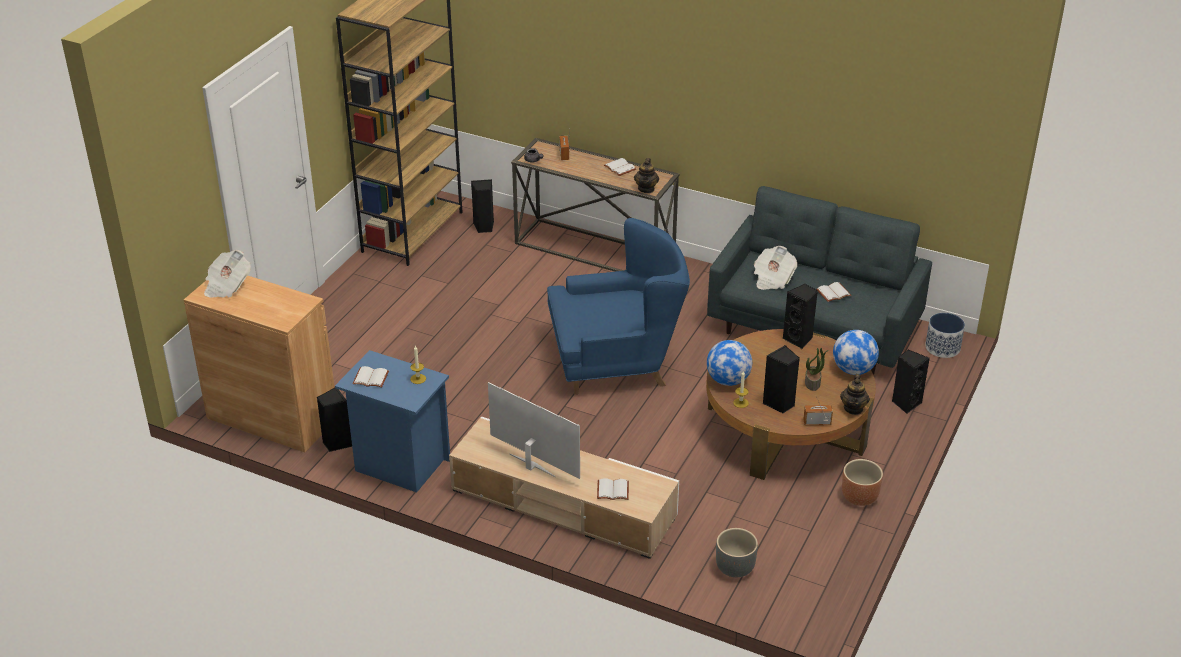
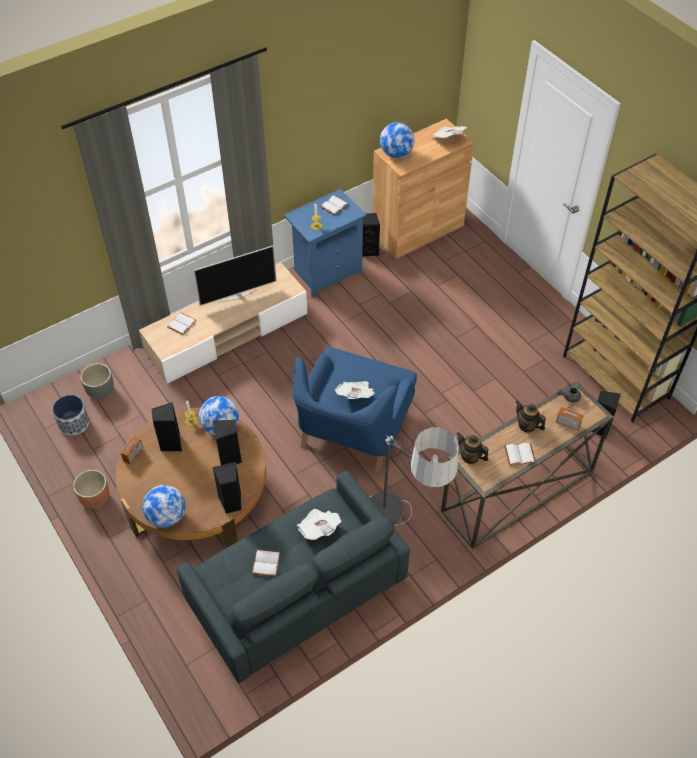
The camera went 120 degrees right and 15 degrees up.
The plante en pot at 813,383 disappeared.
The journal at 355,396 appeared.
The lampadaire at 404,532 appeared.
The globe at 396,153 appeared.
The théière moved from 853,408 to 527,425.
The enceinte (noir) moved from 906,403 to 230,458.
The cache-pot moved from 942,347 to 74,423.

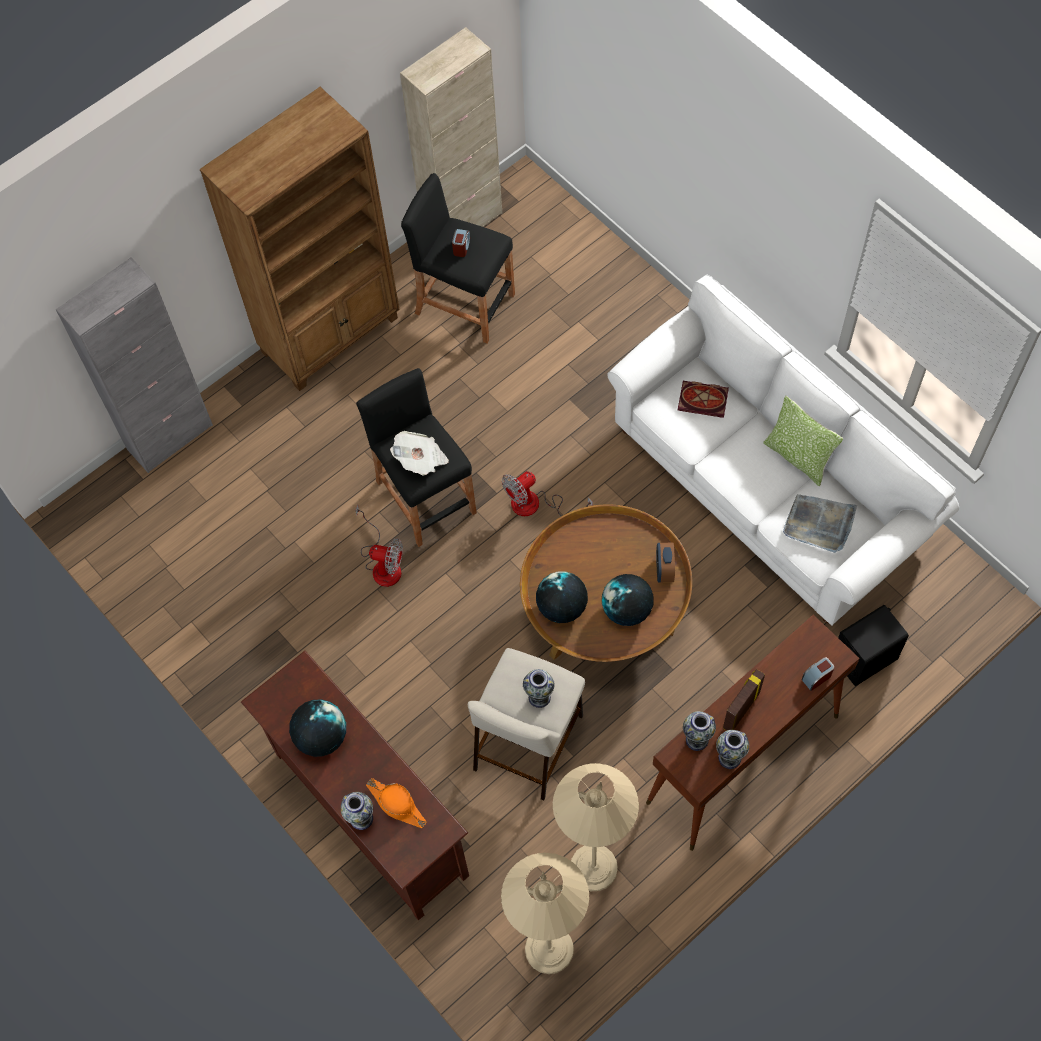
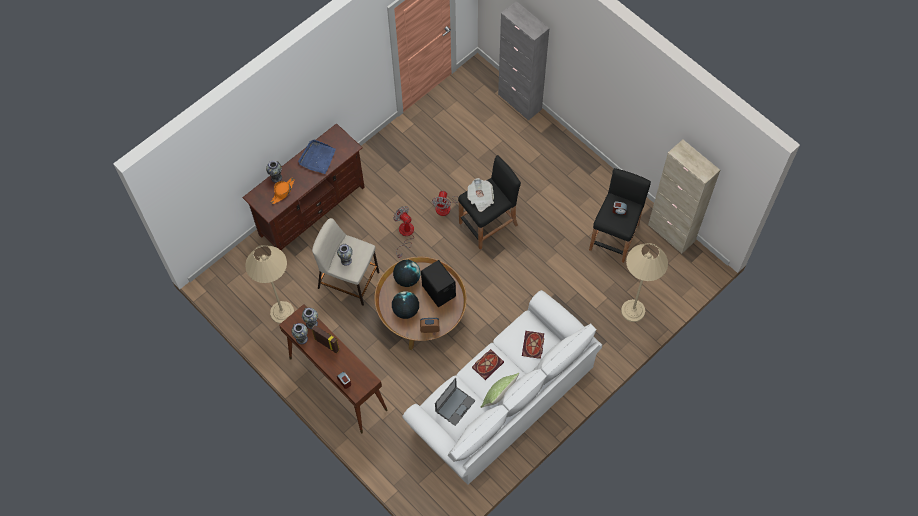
The camera went 85 degrees right and 0 degrees up.
The bibliothèque (marron) at 331,335 disappeared.
The livre at 488,364 appeared.
The lampadaire (beige) moved from 549,949 to 633,310.
The ventilateur moved from 536,505 to 405,234.
The enceinte (noir) moved from 864,657 to 439,291.
The globe at 321,737 was replaced by the plateau (bleu) at 317,158.
The plateau (gris) at 819,524 was replaced by the ordinateur portable at 455,405.

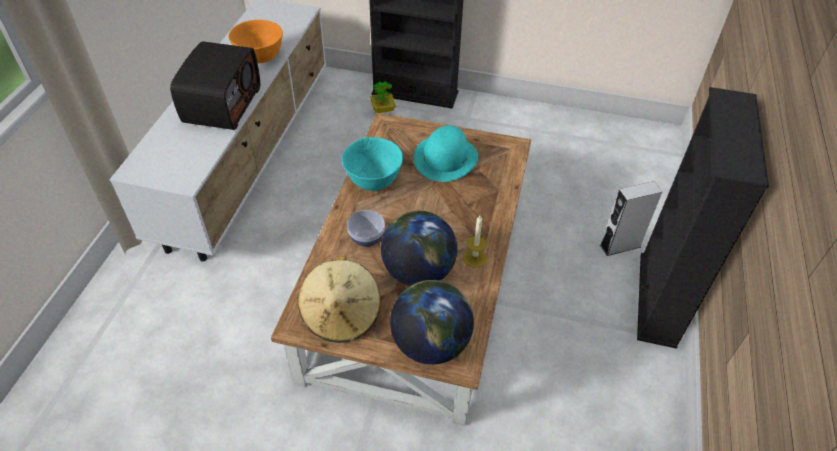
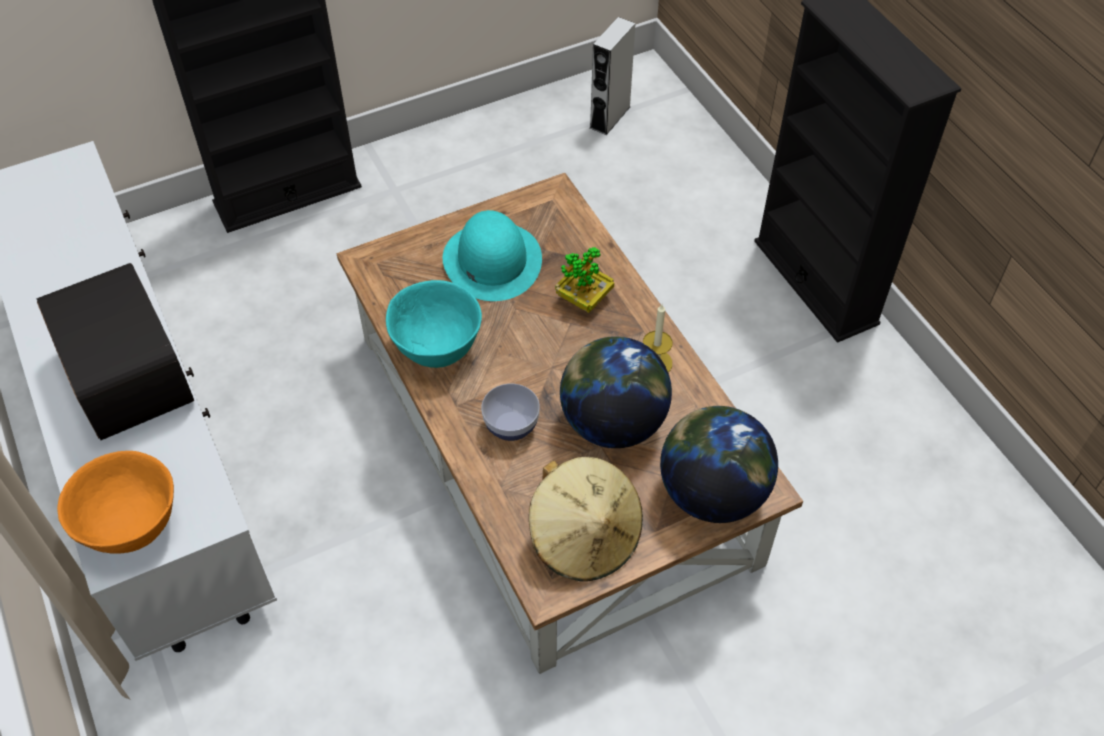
The camera went 40 degrees left and 5 degrees up.
The bol (orange) moved from 260,57 to 131,527.
The plante en pot moved from 383,109 to 584,298.
The enceinte (gris) moved from 620,246 to 610,117.

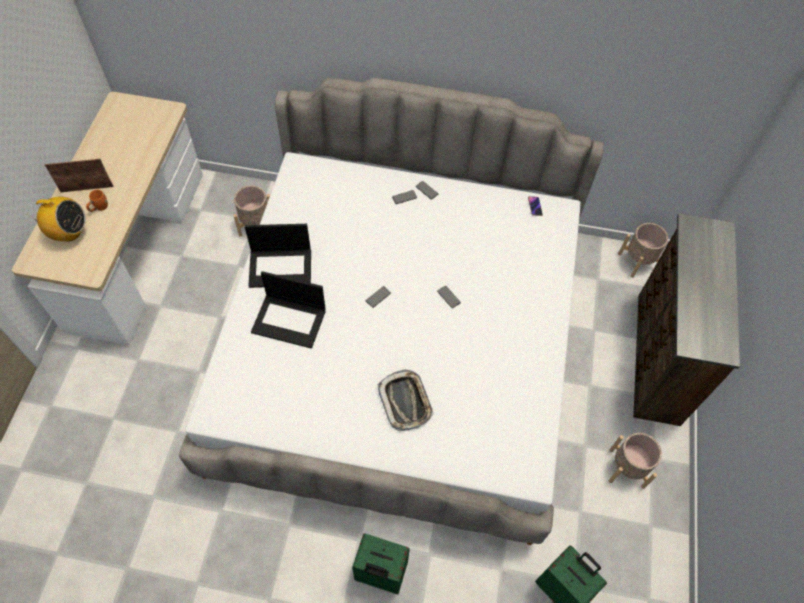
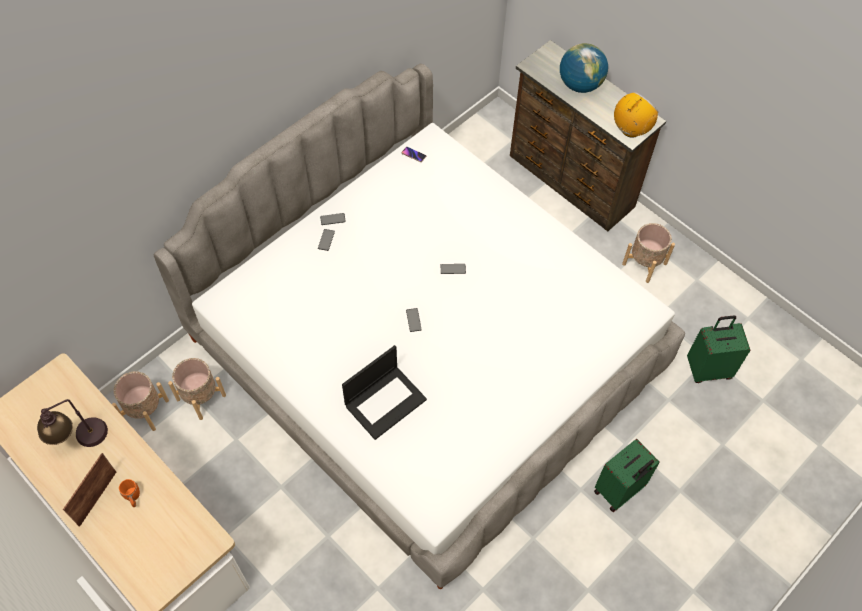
The camera went 55 degrees left and 0 degrees up.
The ordinateur portable at 281,267 disappeared.
The plateau at 405,402 disappeared.
The lampe de table at 81,440 appeared.
The globe at 580,85 appeared.
The radio moved from 69,233 to 631,130.
The cache-pot (beige) moved from 638,261 to 145,410.

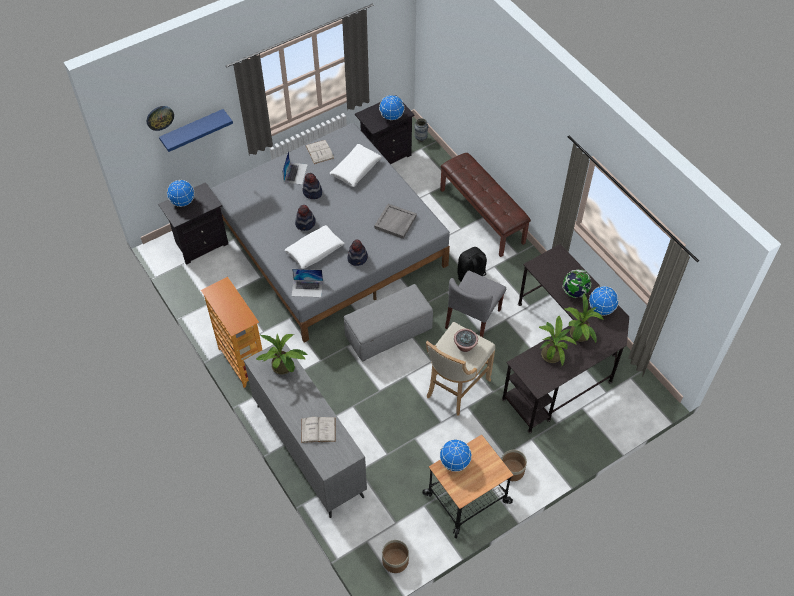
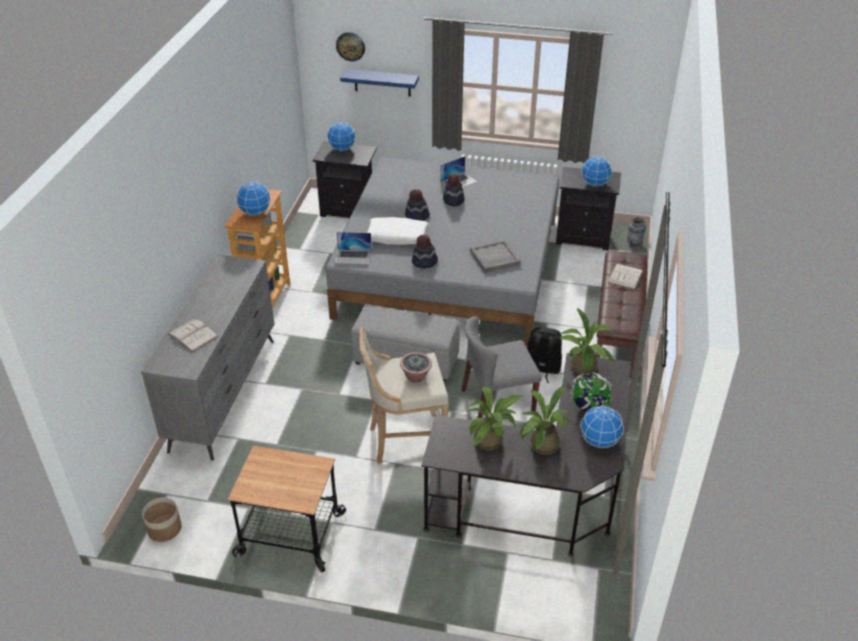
The camera went 45 degrees right and 15 degrees down.
The coussin (blanc) at 355,169 disappeared.
The cache-pot at 512,470 disappeared.
The plante en pot moved from 284,368 to 584,369.
The livre (blanc) moved from 319,152 to 625,276.
The globe moved from 454,462 to 255,213.
The ordinateur portable at 307,288 turned 45 degrees counterclockwise.

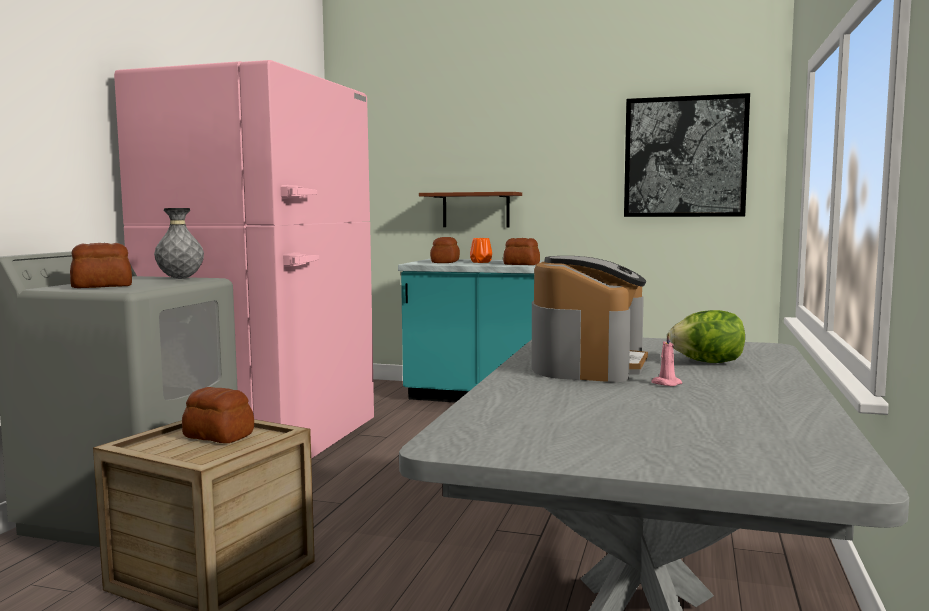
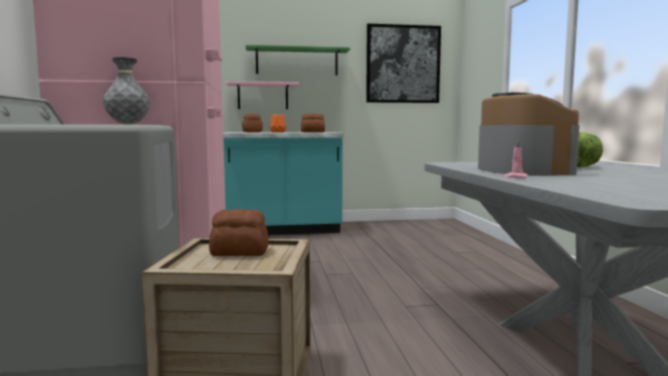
The camera went 25 degrees left and 0 degrees up.
The pain at 103,286 disappeared.
The étagère (vert) at 297,62 appeared.
The bougie (rose) moved from 665,383 to 515,177.
The étagère (marron) at 476,210 became the étagère (rose) at 263,96.

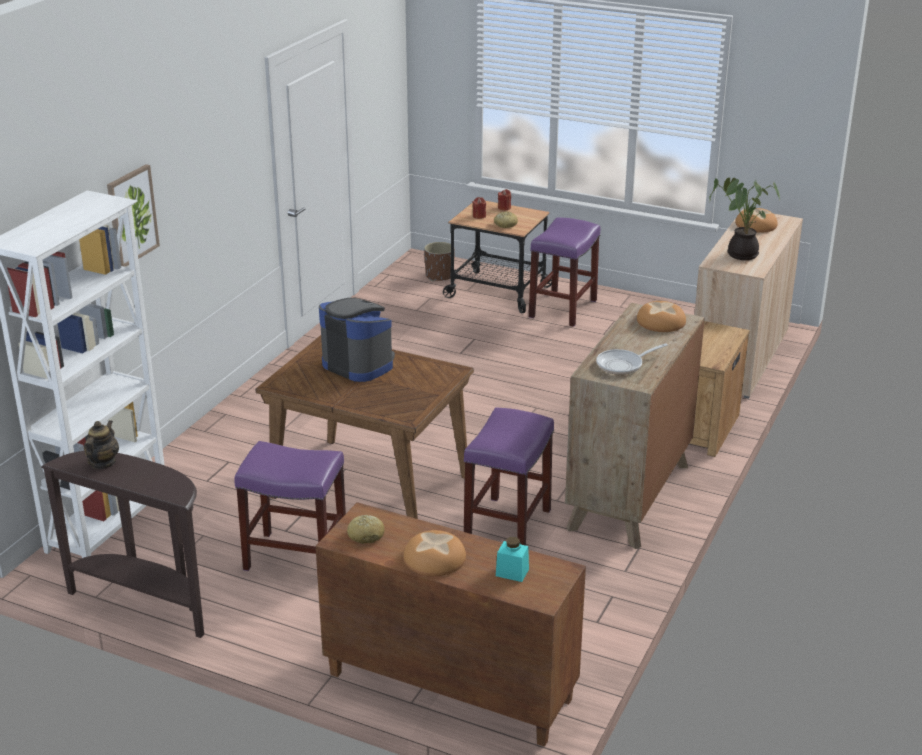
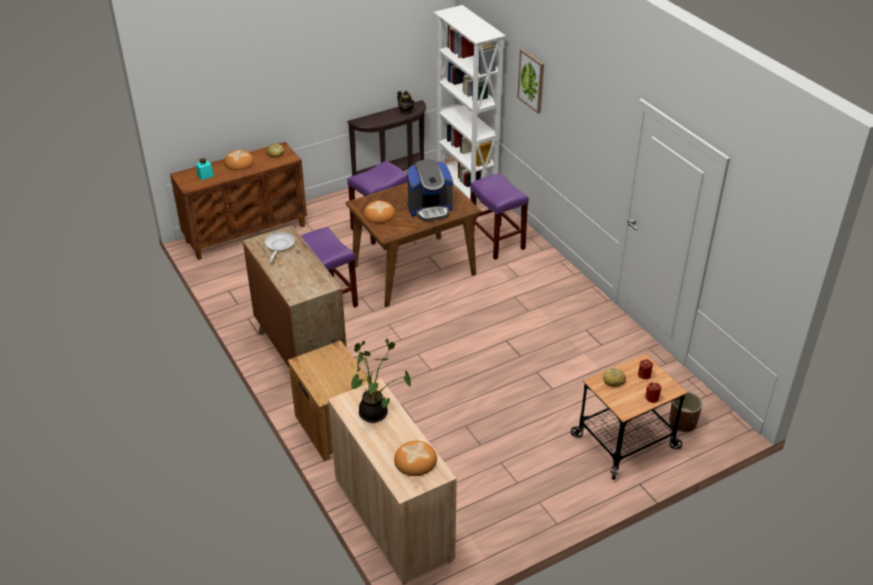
The camera went 125 degrees right and 10 degrees up.
The tabouret (violet) moved from 562,308 to 497,242.
The pain moved from 661,322 to 379,214.

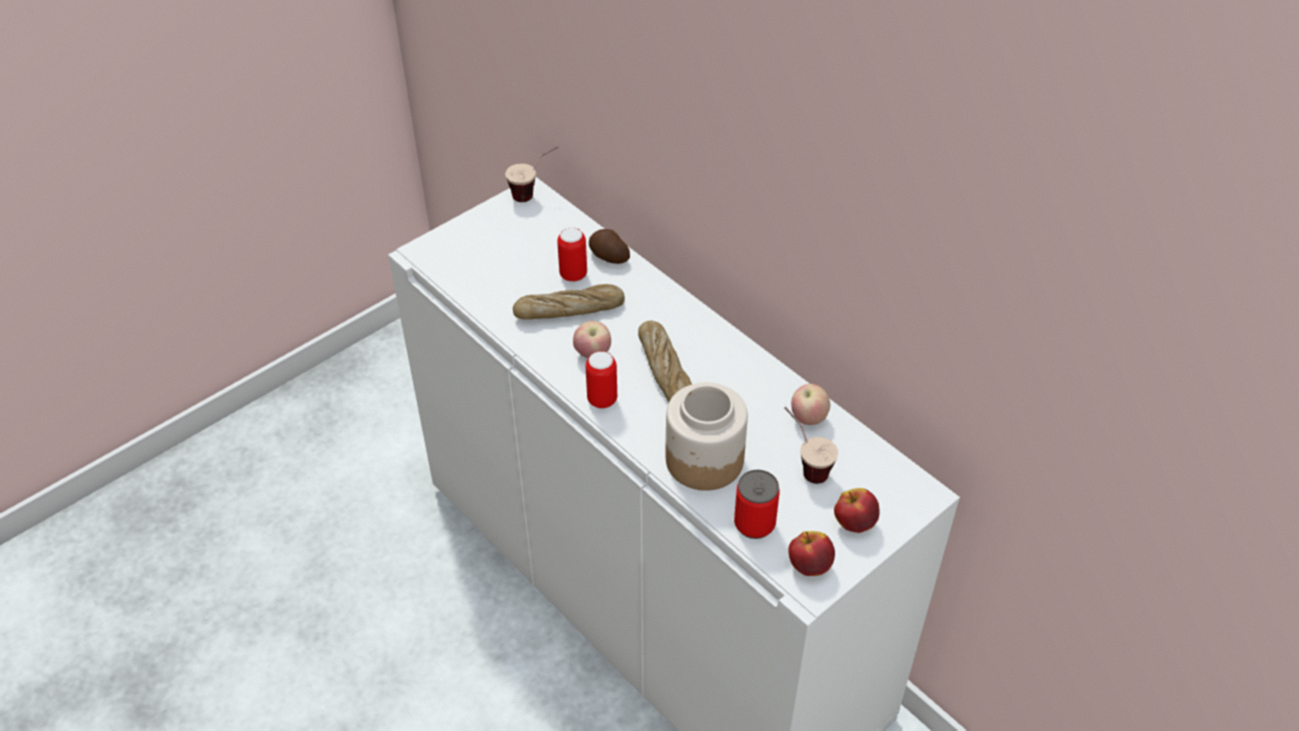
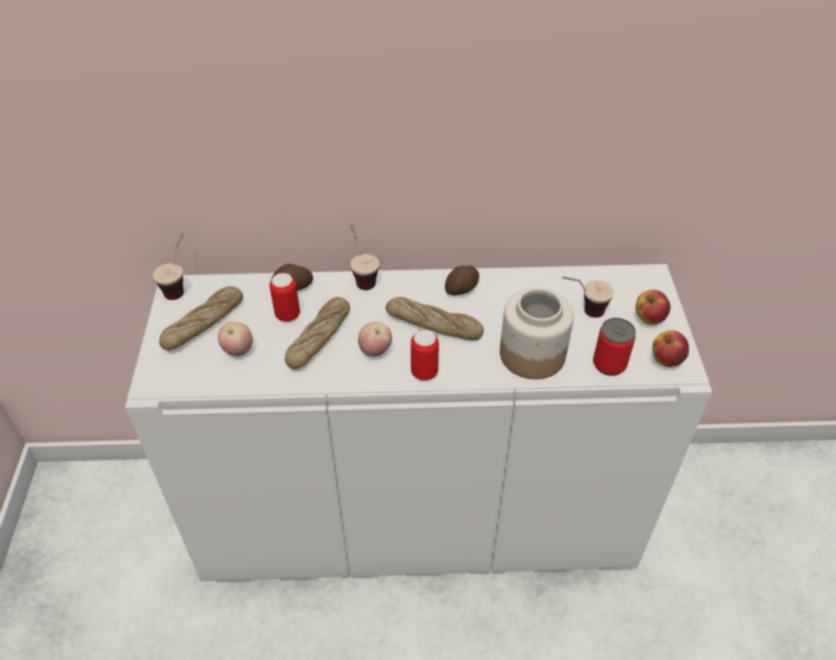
The camera went 50 degrees left and 0 degrees up.
The pain at 204,323 appeared.
The tasse at 362,276 appeared.
The pomme de terre at 462,289 appeared.
The pomme moved from 808,418 to 238,350.

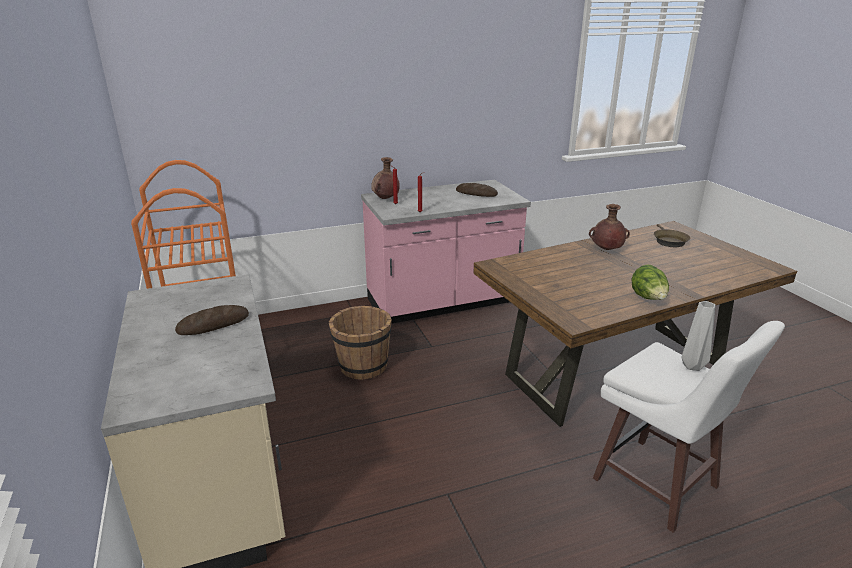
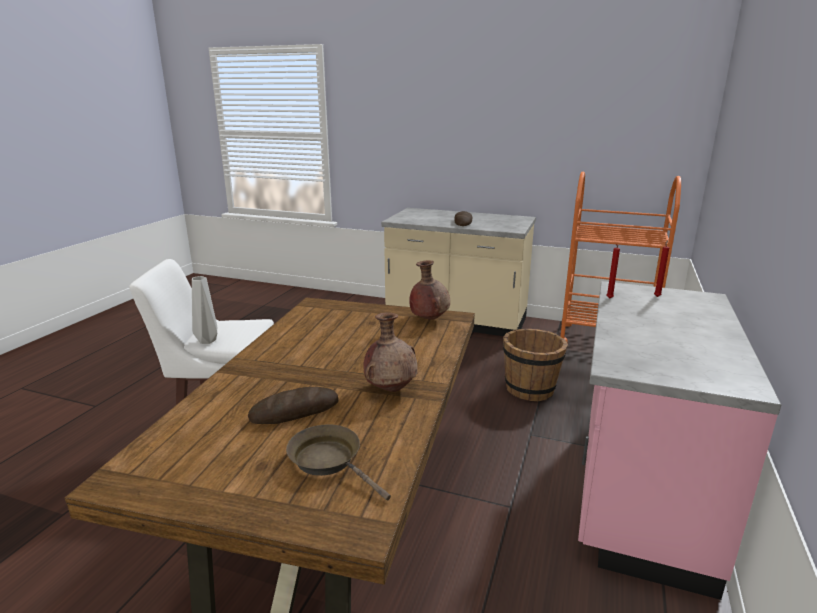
The camera went 130 degrees right and 5 degrees down.
The laitue at 648,298 disappeared.
The vase (marron) moved from 385,199 to 429,319.
The pain moved from 476,193 to 294,411.

